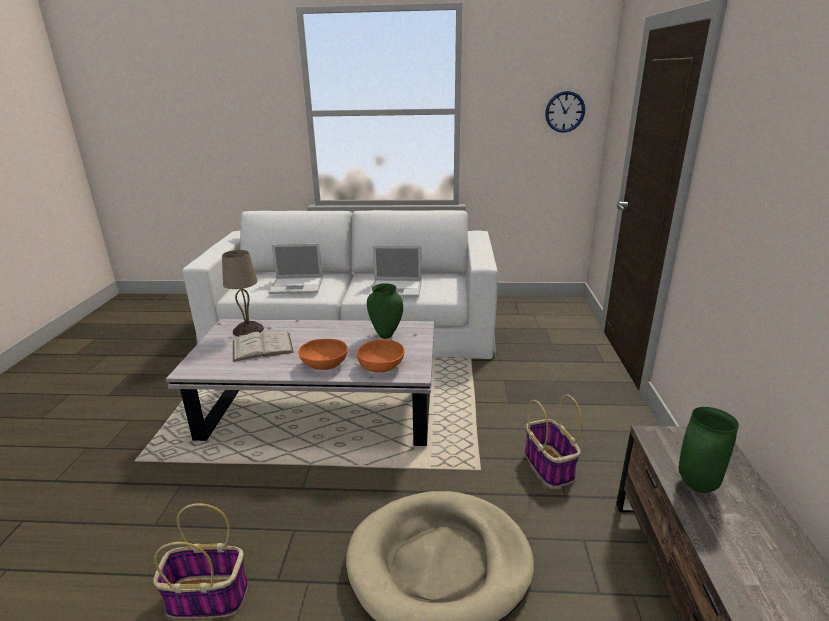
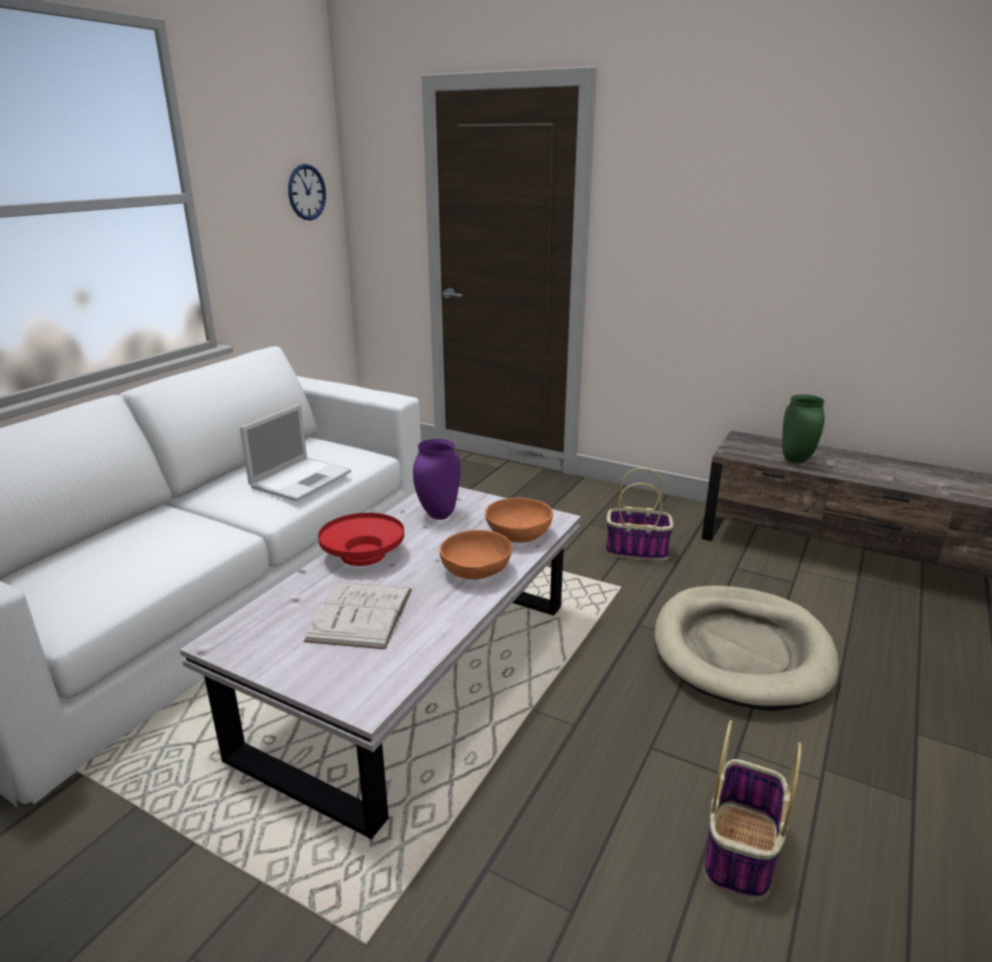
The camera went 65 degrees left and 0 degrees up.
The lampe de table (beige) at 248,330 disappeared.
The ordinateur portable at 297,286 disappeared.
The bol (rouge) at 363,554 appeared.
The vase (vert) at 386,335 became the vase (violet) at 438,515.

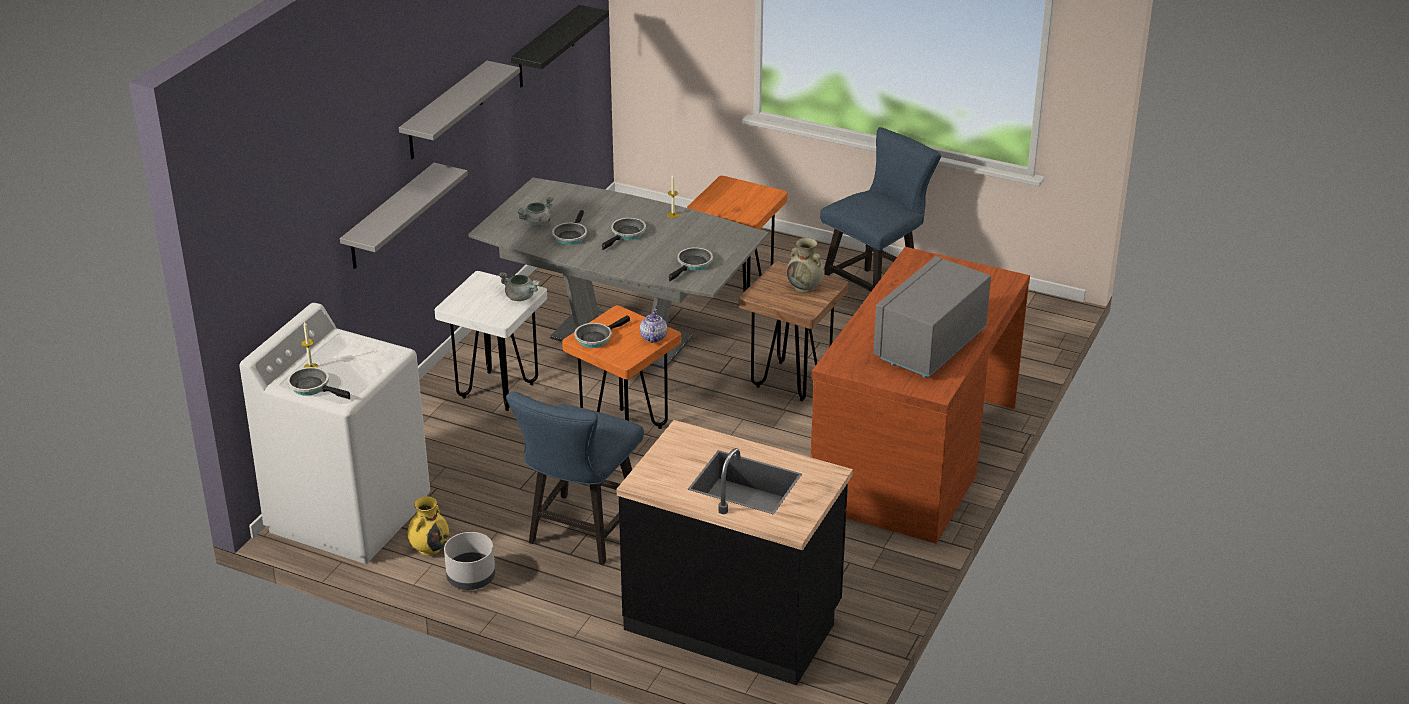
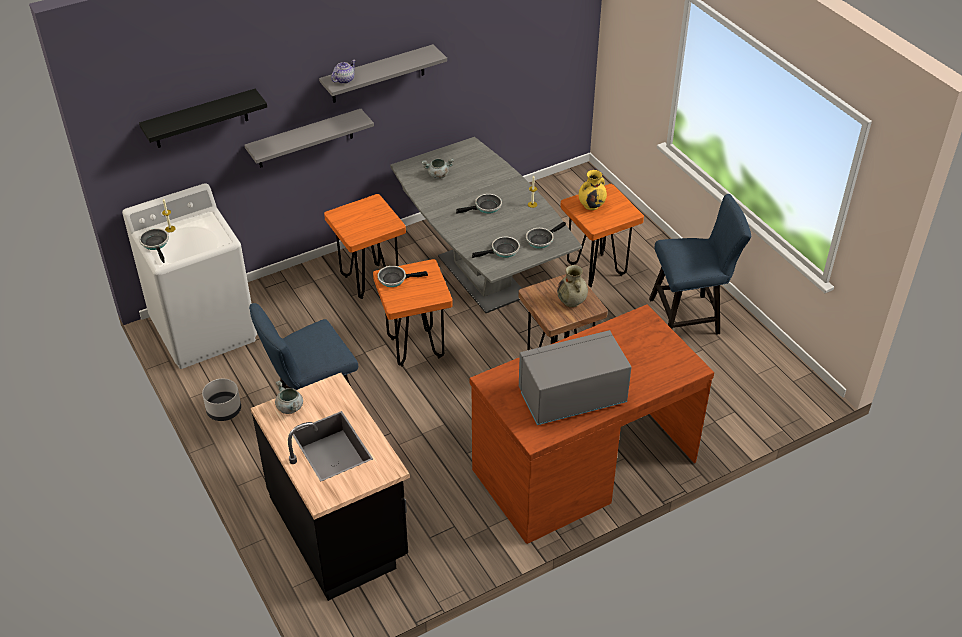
The camera went 35 degrees right and 10 degrees up.
The vase (jaune) moved from 430,548 to 591,205.
The marmite (gris) moved from 521,297 to 290,407.
The étagère (noir) moved from 546,47 to 200,119.
The poêle moved from 570,236 to 541,240.
The théière moved from 653,337 to 344,79.
The tabouret (blanc) at 497,391 became the tabouret (orange) at 369,281.

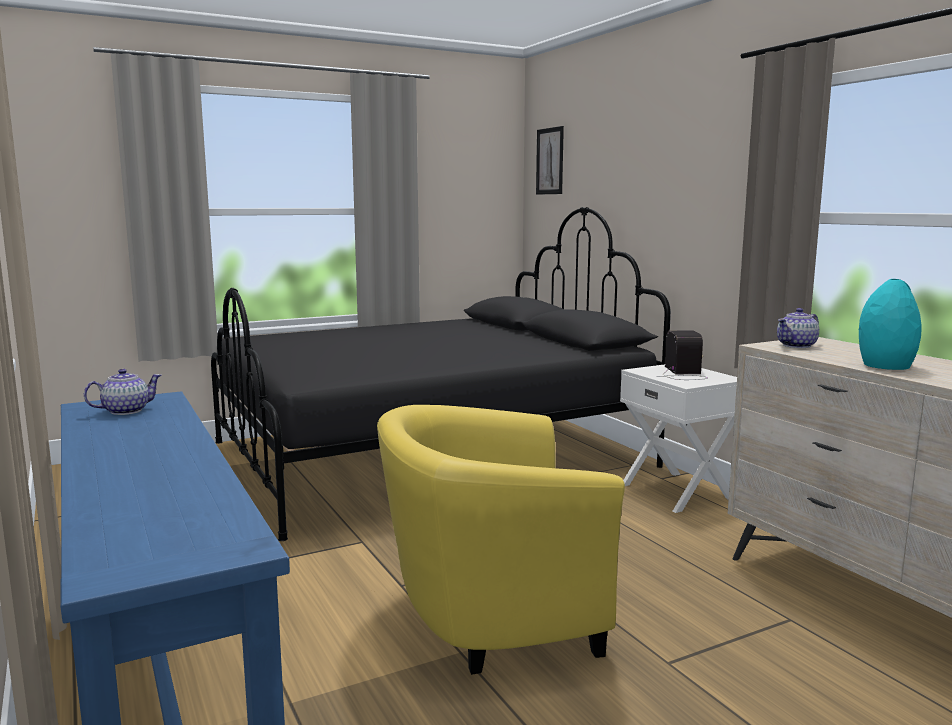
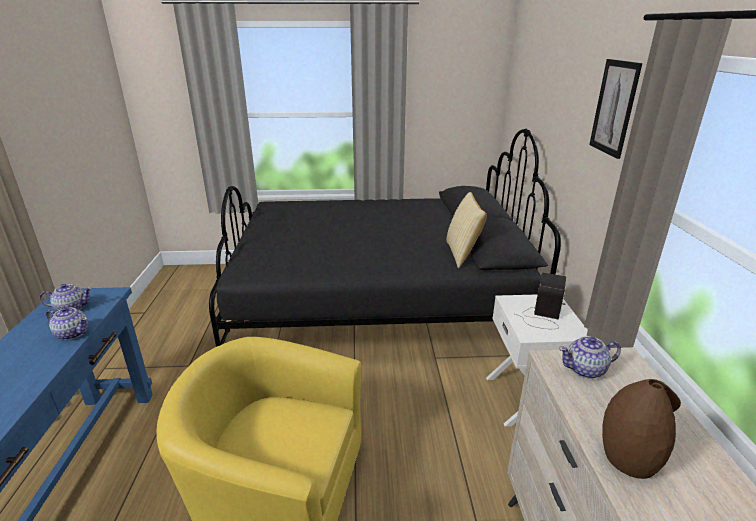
The camera went 25 degrees right and 15 degrees up.
The théière at 72,333 appeared.
The coussin at 462,254 appeared.
The tableau moved from 550,161 to 614,108.
The vase (turquoise) at 884,366 became the vase (marron) at 628,458.

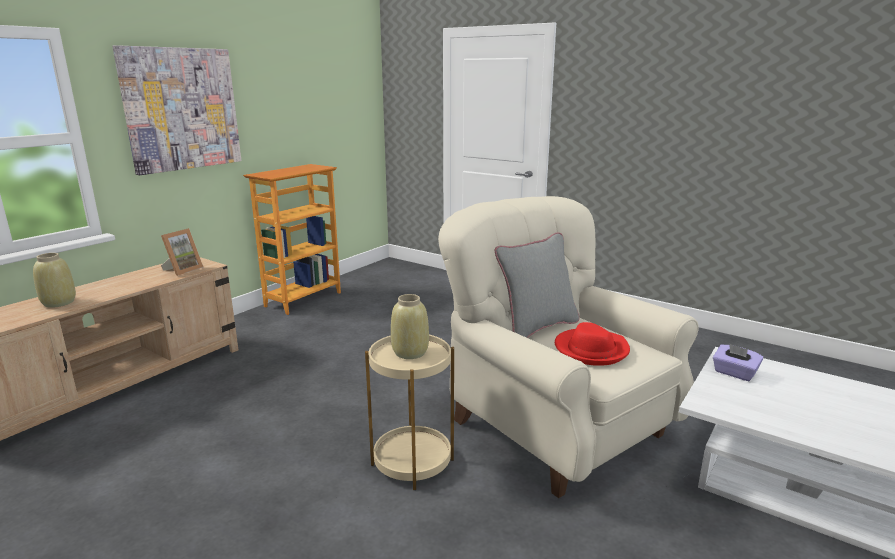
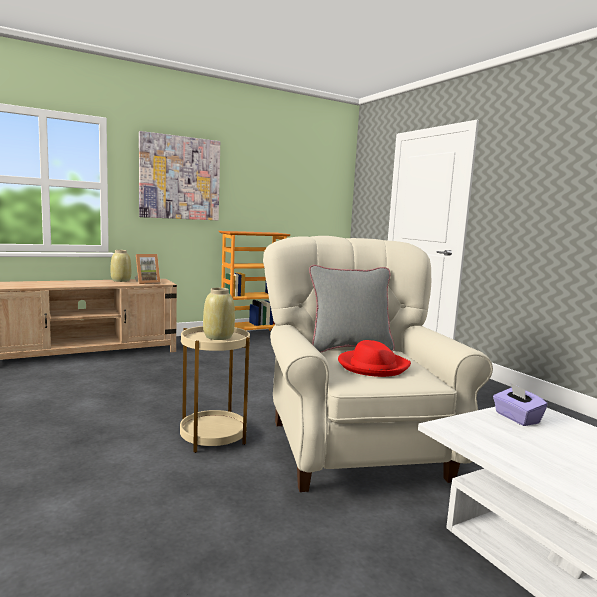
The camera went 25 degrees right and 10 degrees down.
The vase (beige) moved from 59,302 to 121,280.

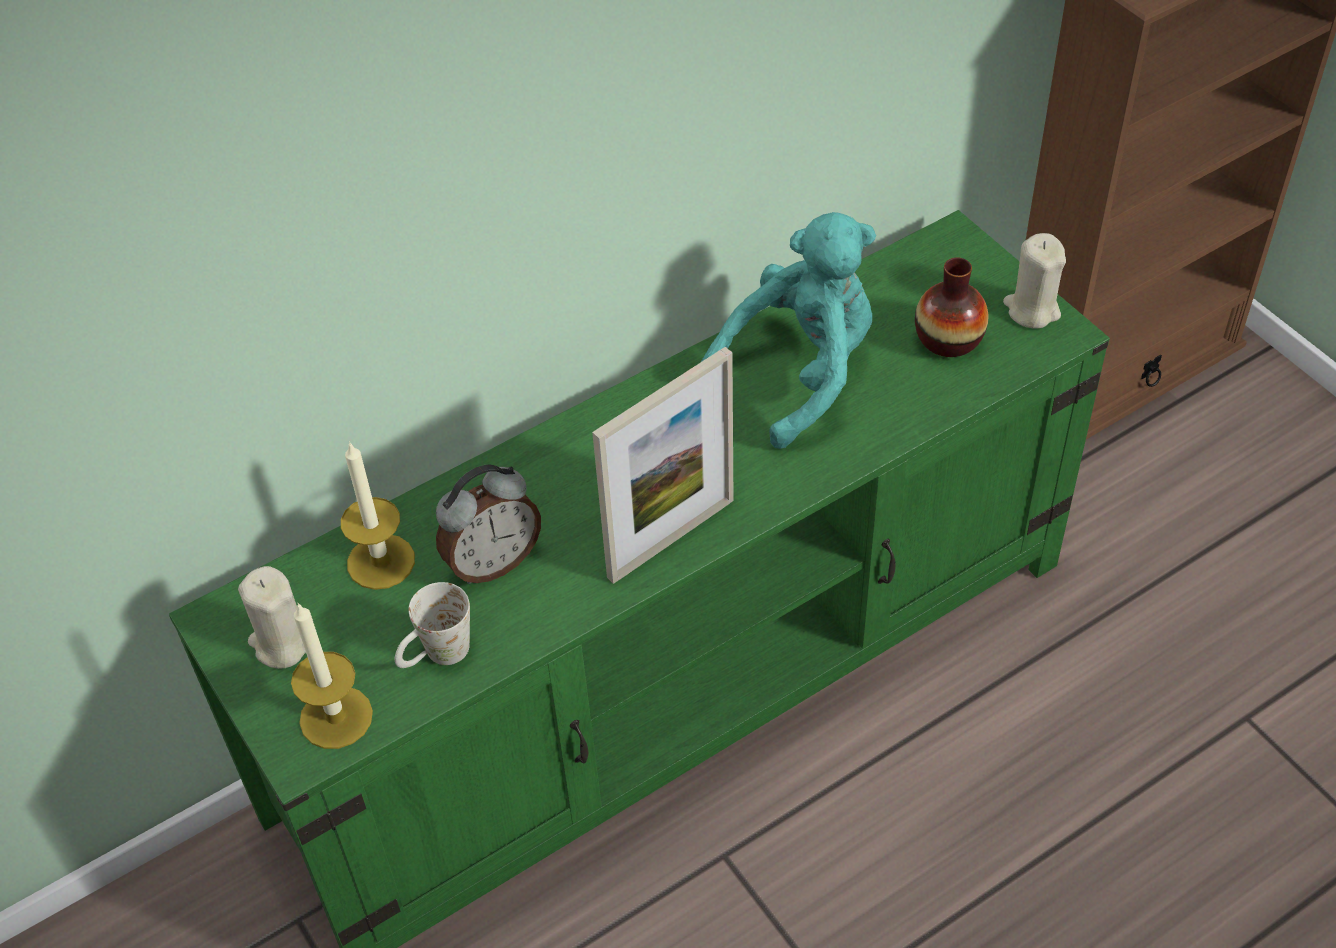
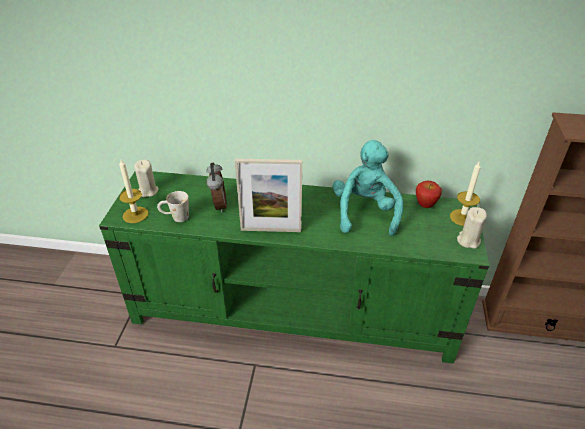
The camera went 40 degrees right and 10 degrees down.
The vase at 948,339 disappeared.
The pomme at 425,205 appeared.
The bougie moved from 381,561 to 462,217.
The réveil at 493,562 turned 105 degrees counterclockwise.
The peluche (turquoise) at 801,373 turned 90 degrees counterclockwise.

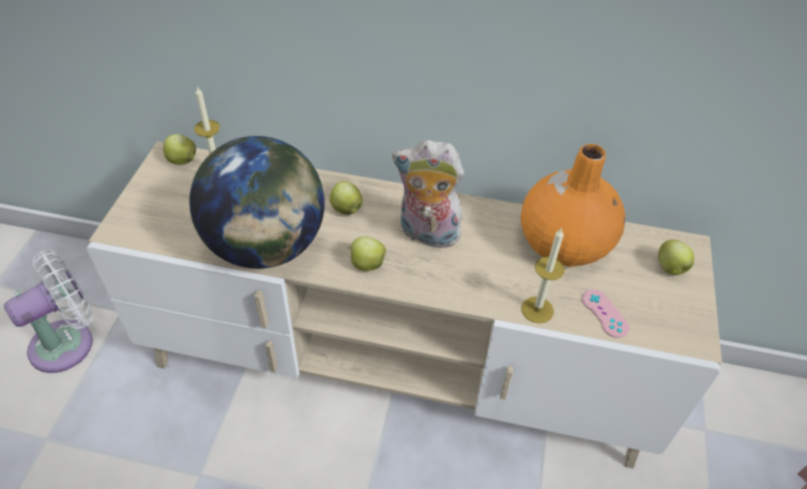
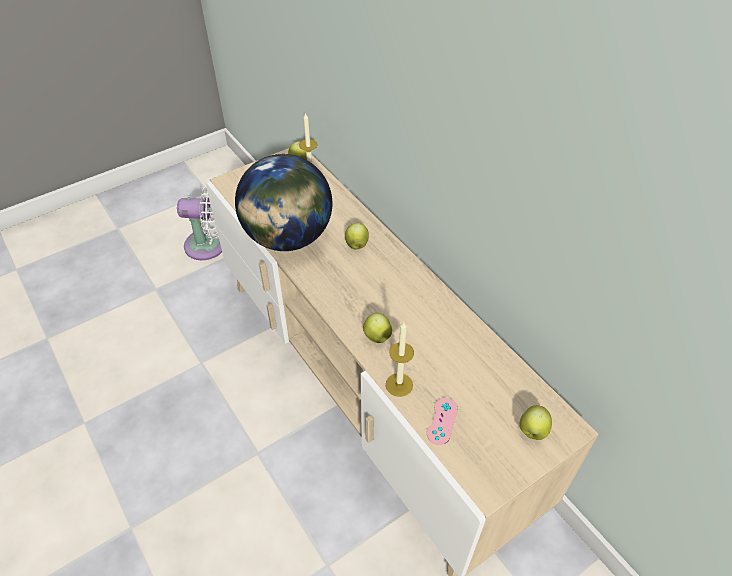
The camera went 45 degrees right and 0 degrees up.
The peluche at 426,234 disappeared.
The vase (orange) at 564,243 disappeared.
The pomme moved from 366,264 to 377,336.

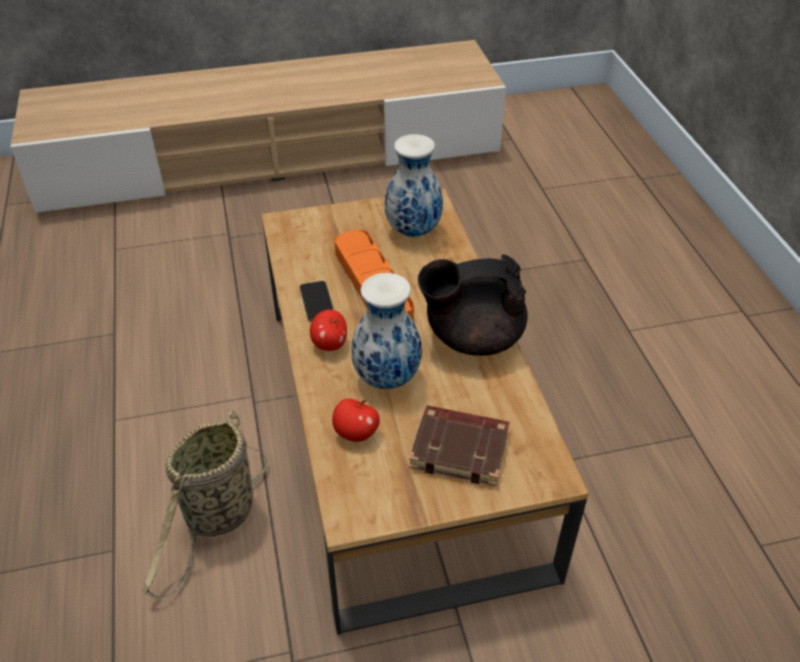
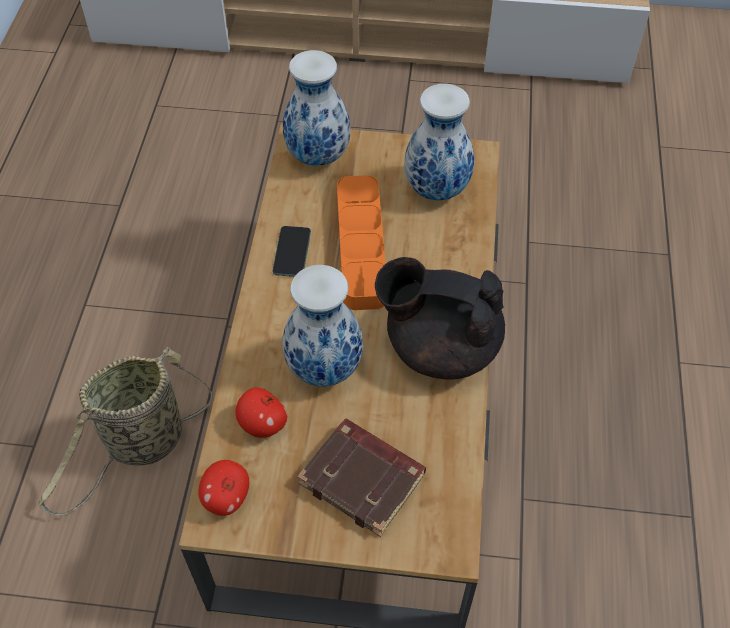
The camera went 20 degrees right and 10 degrees up.
The vase at 319,155 appeared.
The pomme moved from 329,344 to 226,497.

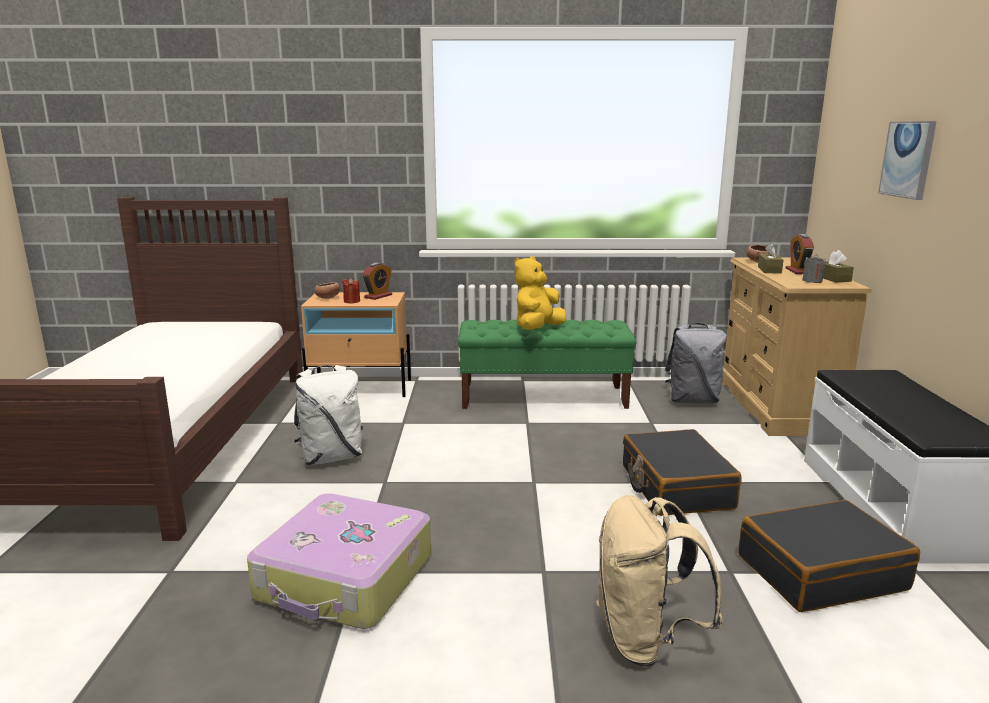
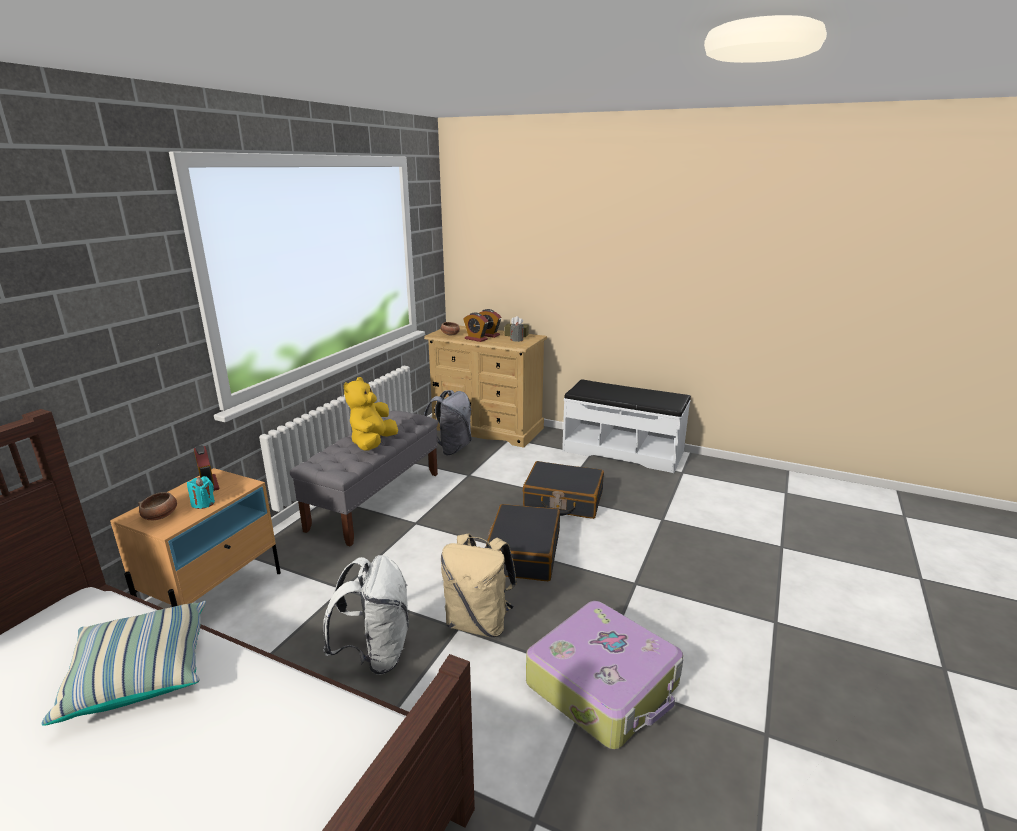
The camera went 65 degrees left and 5 degrees up.
The tableau at 908,159 disappeared.
The coussin at 139,673 appeared.
The sac à dos (beige) moved from 646,639 to 479,622.
The valise (noir) moved from 820,572 to 523,553.
The boîte à mouchoirs (marron) at 769,270 was replaced by the réveil at 476,339.
The bougie (rouge) at 352,301 became the bougie (turquoise) at 203,503.
The banc (vert) at 544,397 became the banc (gris) at 376,500.
The peluche (jaune) at 538,329 turned 45 degrees clockwise.

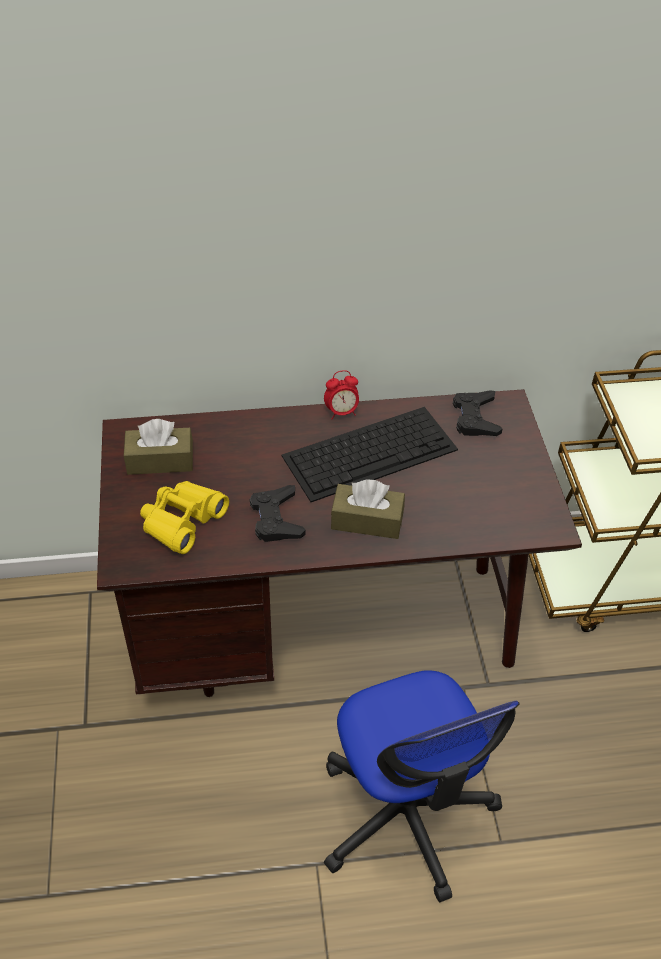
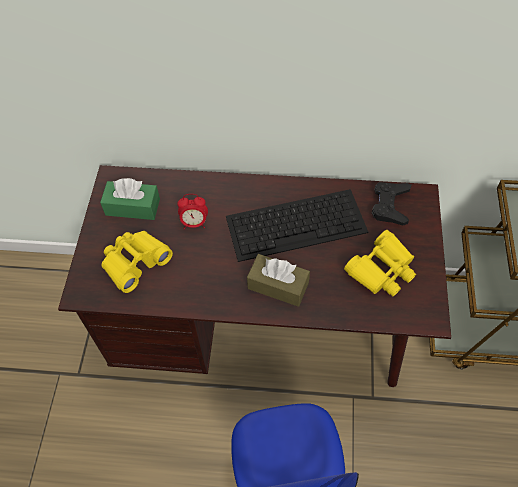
The camera went 15 degrees right and 10 degrees up.
The manette (noir) at 276,519 disappeared.
The jumelles (jaune) at 381,270 appeared.
The réveil moved from 341,412 to 194,223.
The boîte à mouchoirs (marron) at 160,460 became the boîte à mouchoirs (vert) at 132,207.

